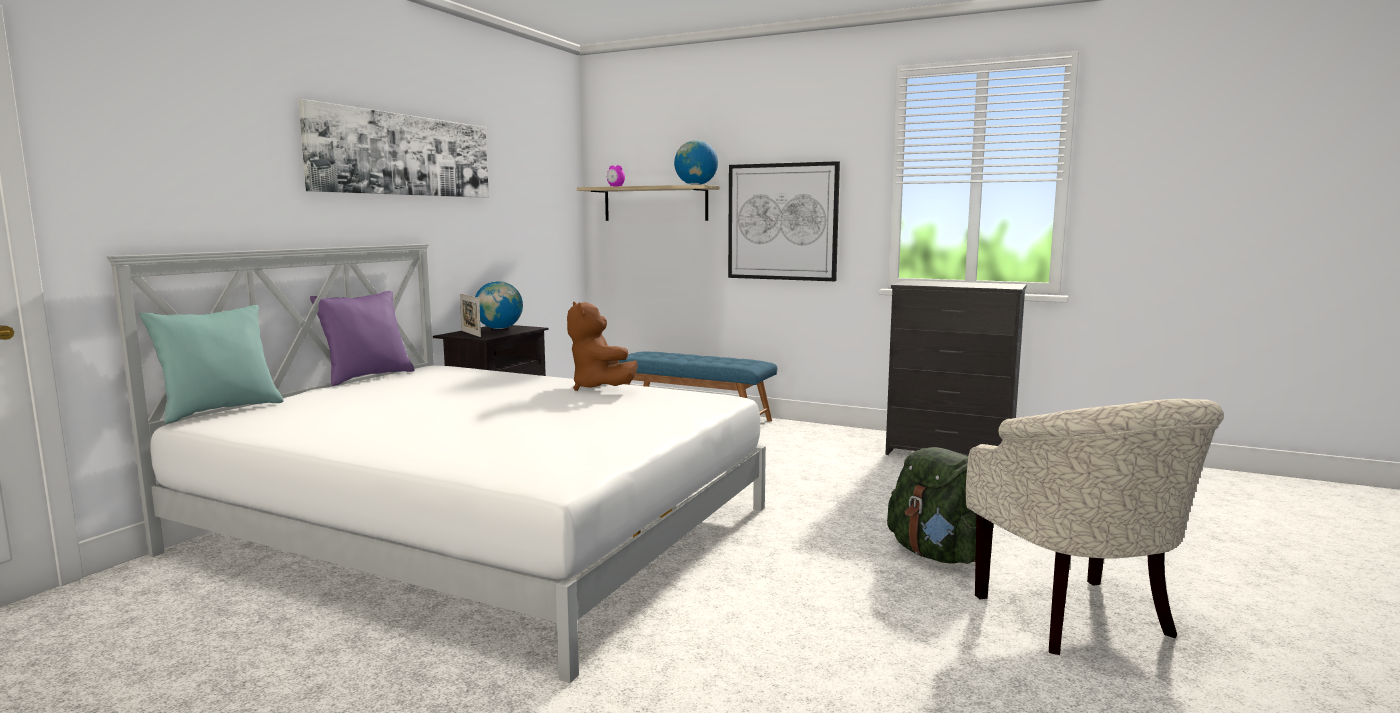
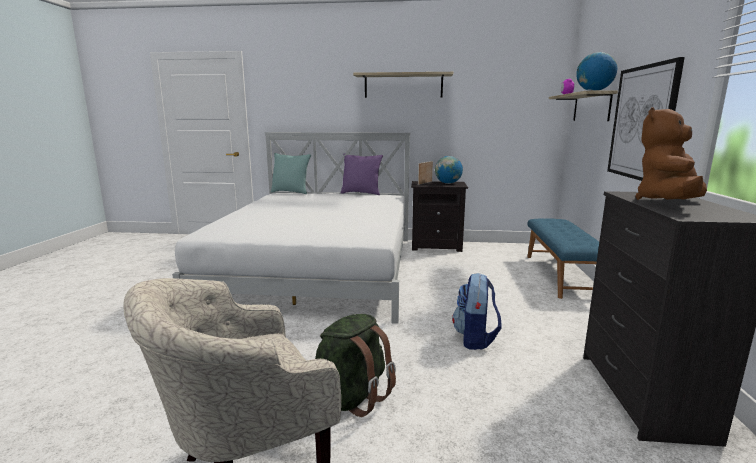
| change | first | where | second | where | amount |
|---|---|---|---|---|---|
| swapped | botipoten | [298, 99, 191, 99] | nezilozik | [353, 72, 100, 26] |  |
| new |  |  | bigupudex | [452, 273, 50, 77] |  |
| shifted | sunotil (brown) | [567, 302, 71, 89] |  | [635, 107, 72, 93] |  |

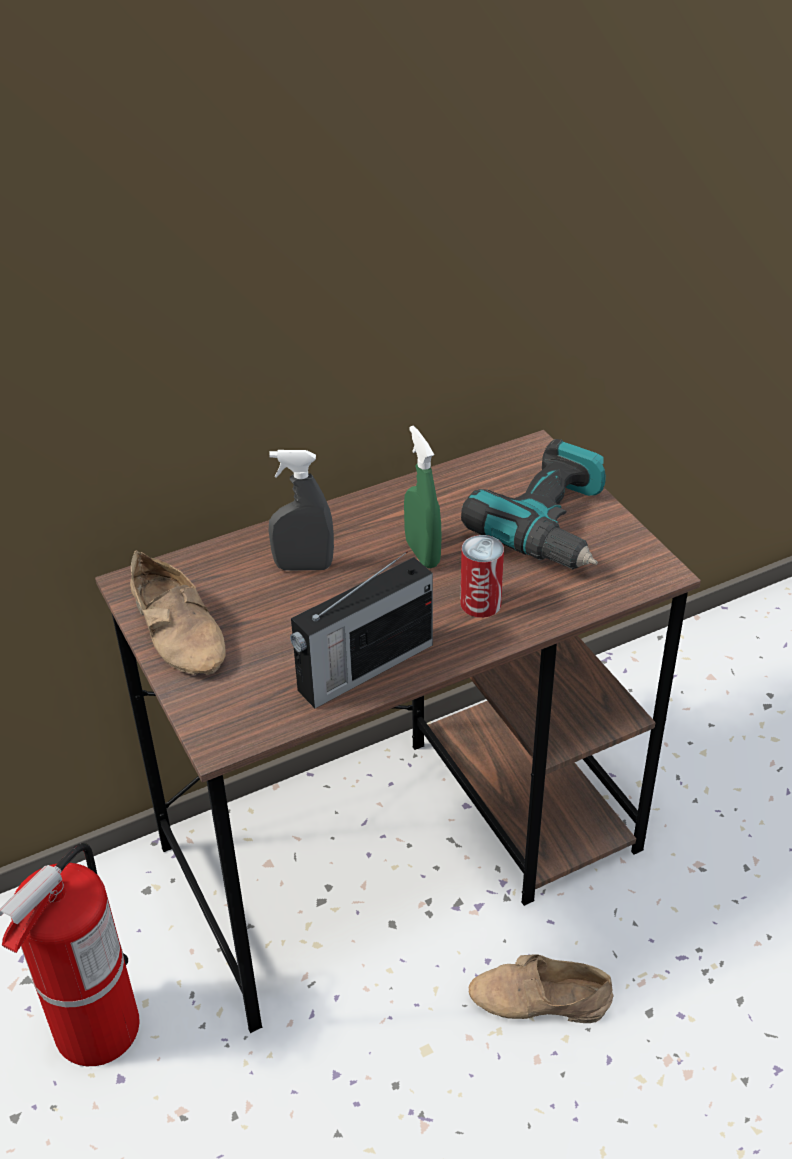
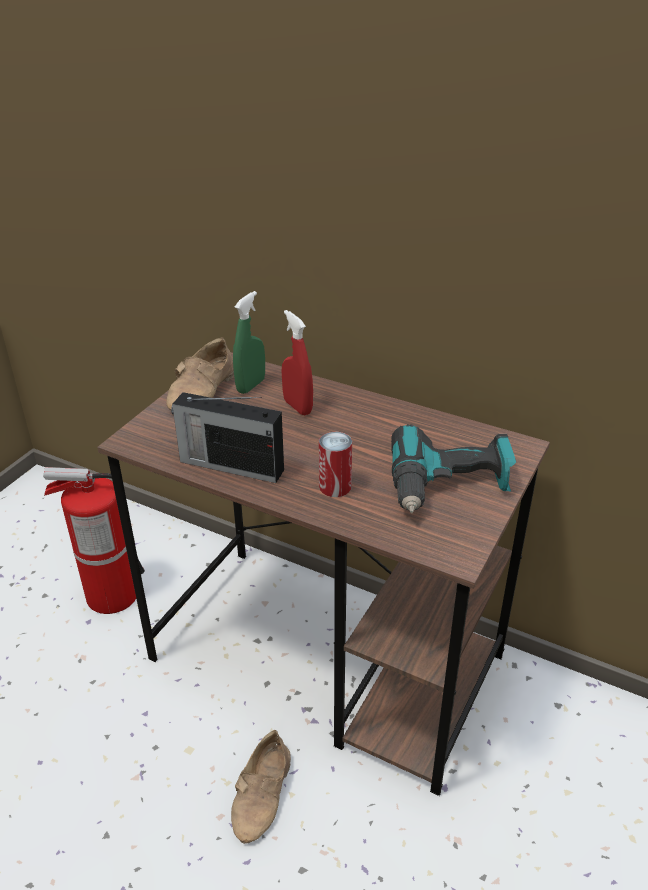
| change | first | where | second | where | amount |
|---|---|---|---|---|---|
| rotated | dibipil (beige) | [468, 954, 146, 69] |  | [231, 730, 60, 114] | 135 degrees counterclockwise |
| shifted | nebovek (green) | [404, 426, 37, 142] |  | [233, 291, 32, 103] |  |
| repainted | nebovek (grey) | [268, 450, 66, 121] | nebovek (red) | [282, 310, 31, 105] |  |

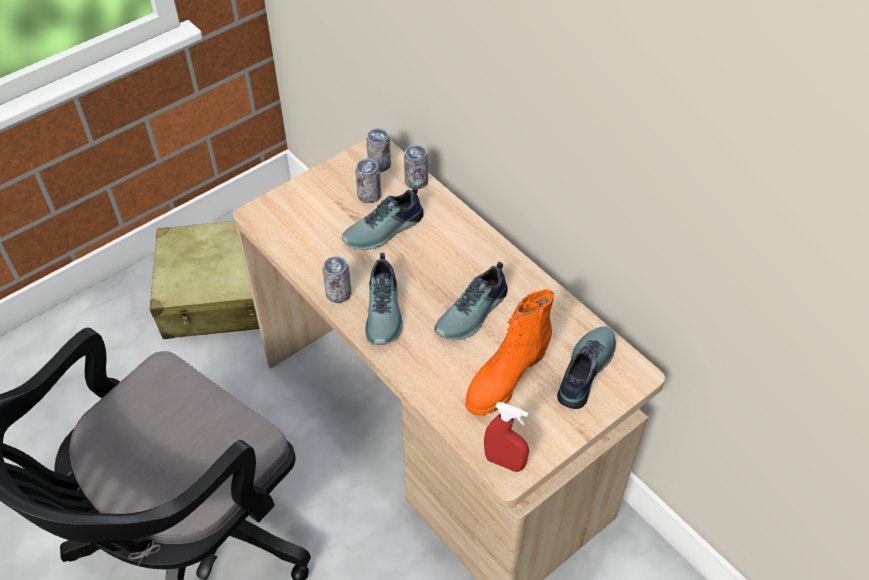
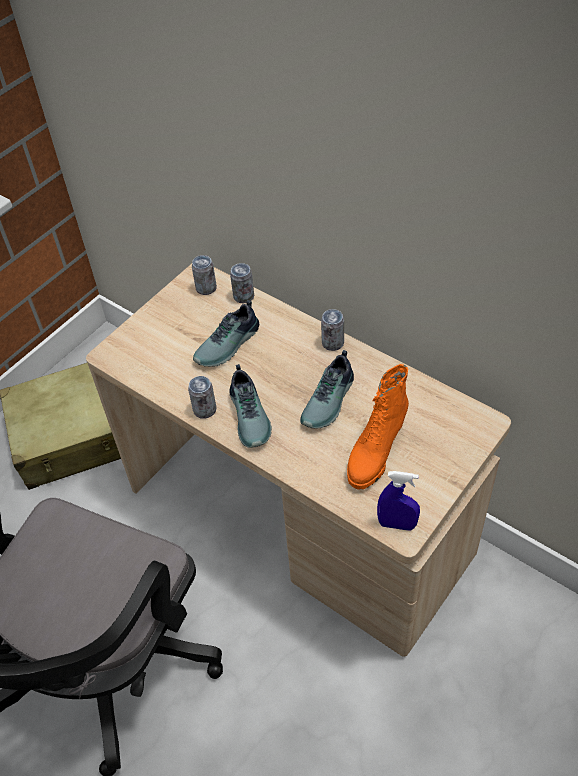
| change | first | where | second | where | amount |
|---|---|---|---|---|---|
| shifted | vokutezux | [355, 159, 26, 44] |  | [321, 309, 23, 42] |  |
| repainted | nebovek (red) | [484, 402, 45, 70] | nebovek (blue) | [377, 471, 43, 60] |  |
| gone | dibipil | [557, 326, 59, 83] |  |  |  |

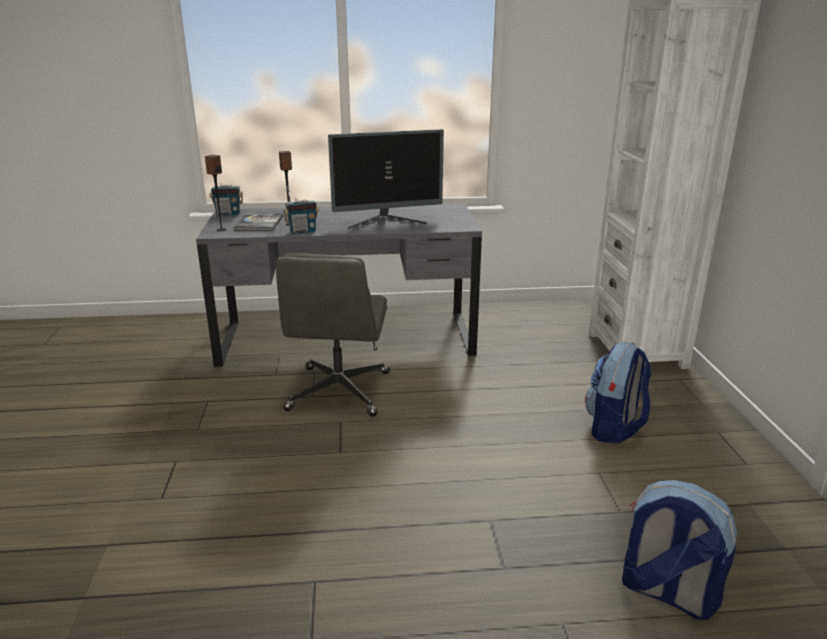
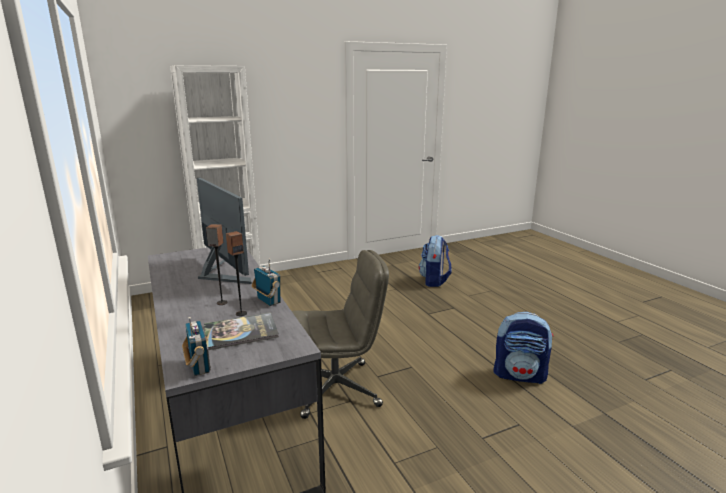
| change | first | where | second | where | amount |
|---|---|---|---|---|---|
| shifted | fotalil | [205, 155, 22, 76] |  | [206, 224, 22, 81] |  |
| shifted | bigupudex | [585, 342, 67, 102] |  | [493, 312, 61, 72] |  |

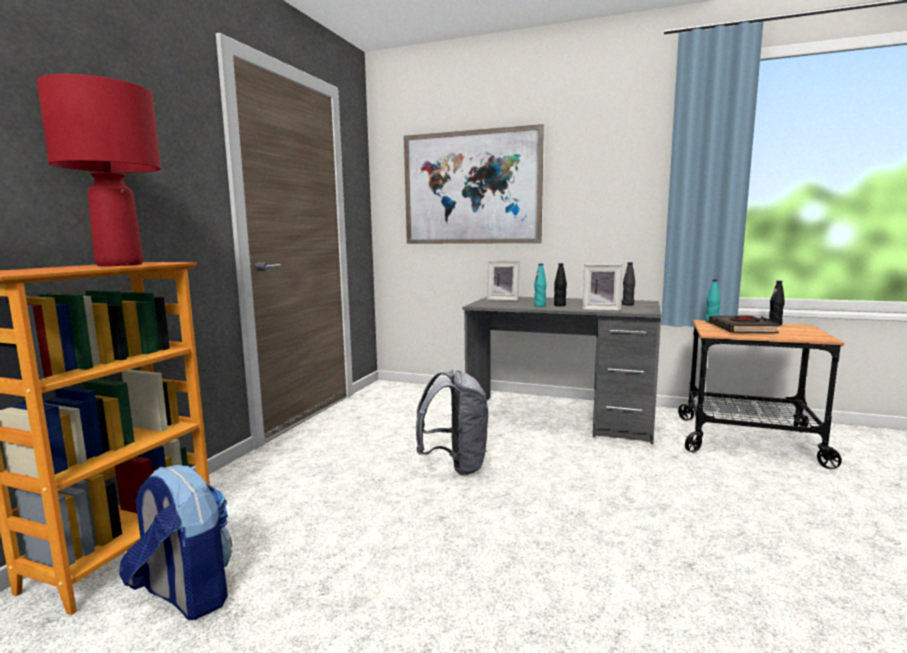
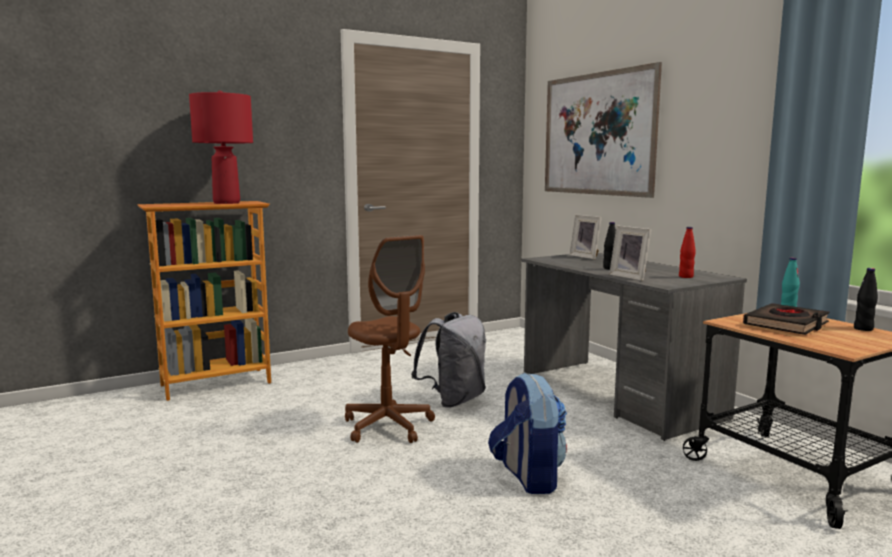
| change | first | where | second | where | amount |
|---|---|---|---|---|---|
| new |  |  | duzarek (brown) | [345, 235, 90, 208] |  |
| shifted | bigupudex | [119, 465, 113, 155] |  | [488, 372, 79, 122] |  |
| repainted | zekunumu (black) | [622, 262, 13, 43] | zekunumu (red) | [679, 227, 17, 51] |  |
| gone | zekunumu (turquoise) | [534, 263, 12, 44] |  |  |  |

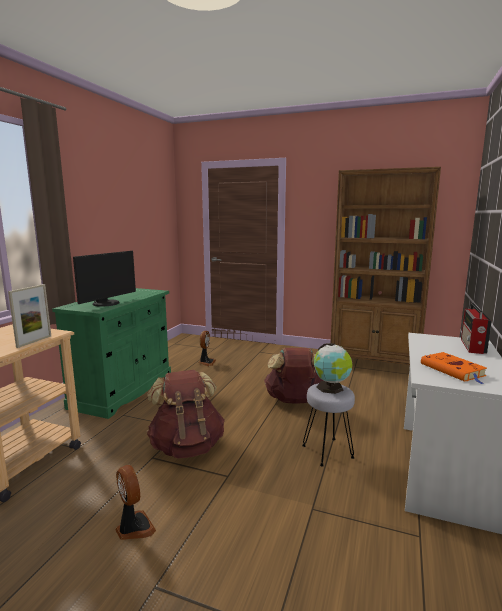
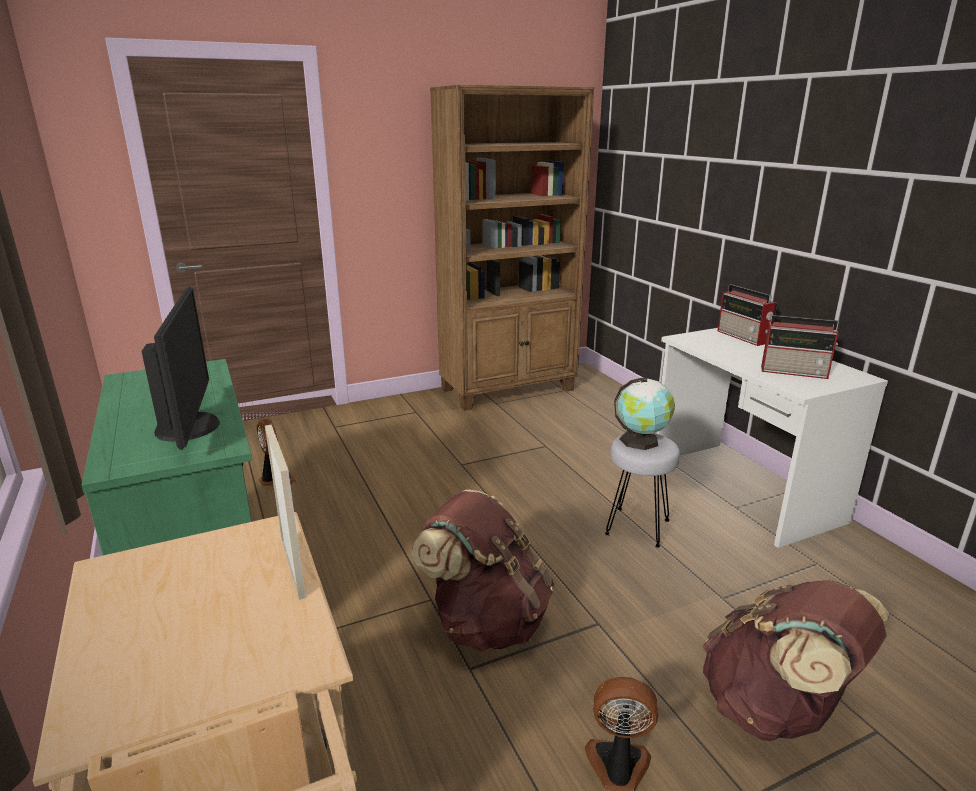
| change | first | where | second | where | amount |
|---|---|---|---|---|---|
| shifted | bigupudex (brown) | [264, 348, 59, 56] |  | [703, 580, 186, 161] |  |
| swapped | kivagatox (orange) | [421, 352, 66, 32] | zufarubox | [761, 315, 78, 64] |  |

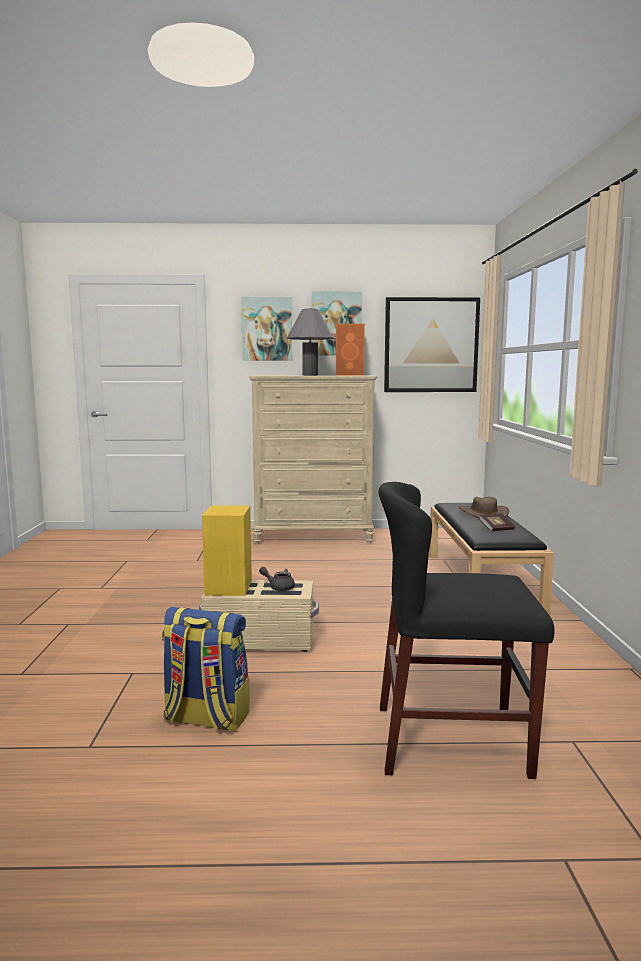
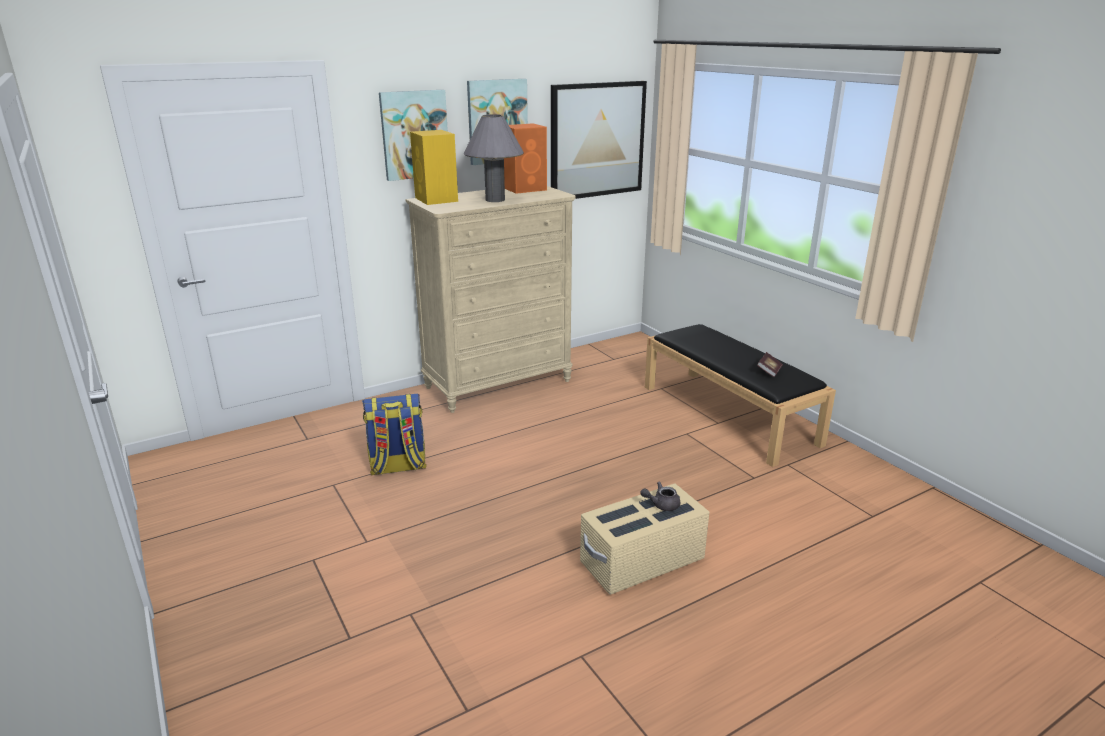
| change | first | where | second | where | amount |
|---|---|---|---|---|---|
| shifted | bigupudex | [162, 607, 87, 125] |  | [362, 394, 65, 81] |  |
| shifted | fotalil (yellow) | [202, 505, 50, 91] |  | [410, 130, 48, 75] |  |
| gone | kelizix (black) | [379, 482, 175, 297] |  |  |  |
| gone | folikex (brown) | [459, 497, 50, 21] |  |  |  |

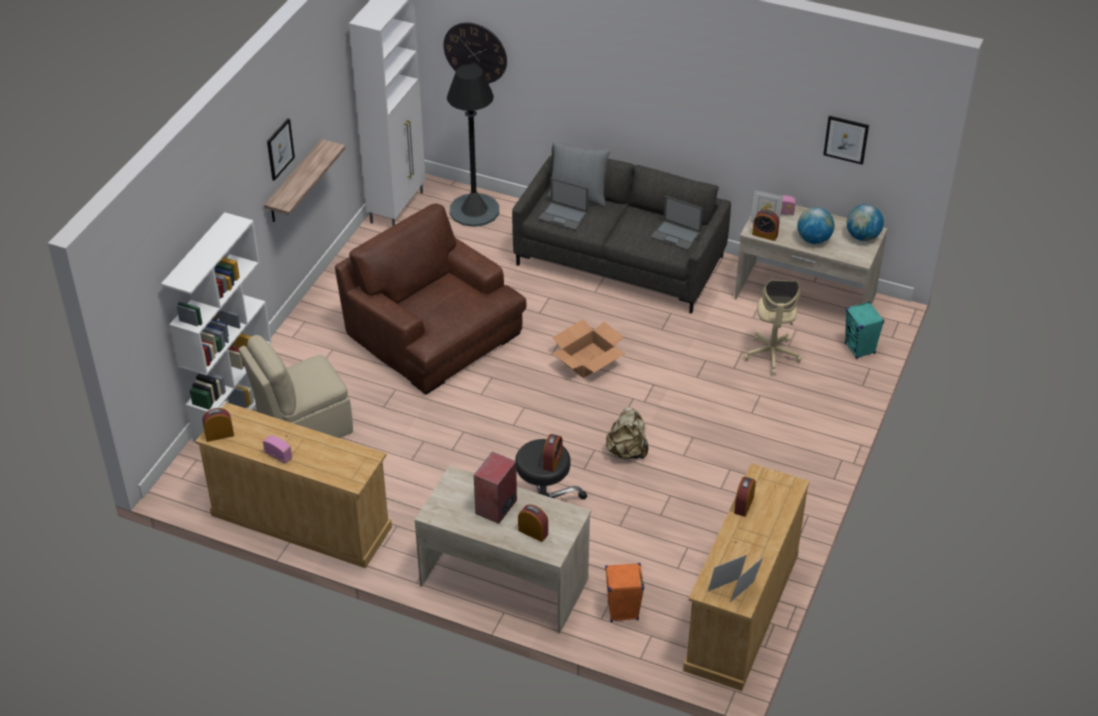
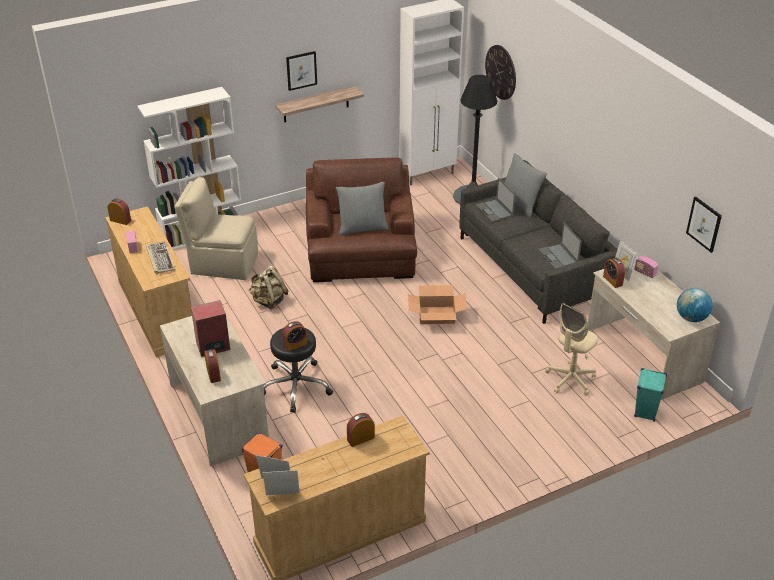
| change | first | where | second | where | amount |
|---|---|---|---|---|---|
| new |  |  | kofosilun | [146, 242, 30, 32] |  |
| shifted | bigupudex (beige) | [606, 407, 42, 52] |  | [249, 265, 39, 44] |  |
| new |  |  | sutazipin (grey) | [336, 182, 53, 54] |  |
| gone | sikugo | [797, 207, 37, 37] |  |  |  |

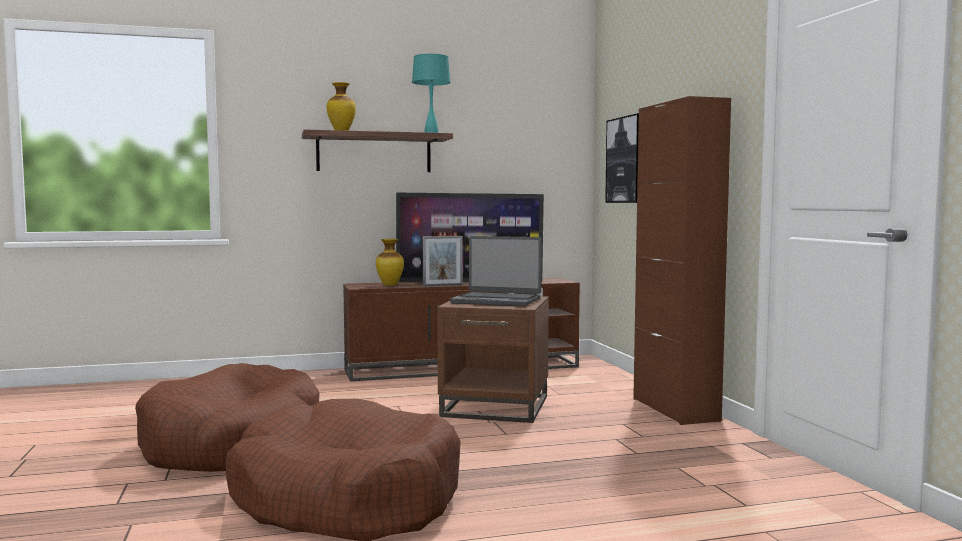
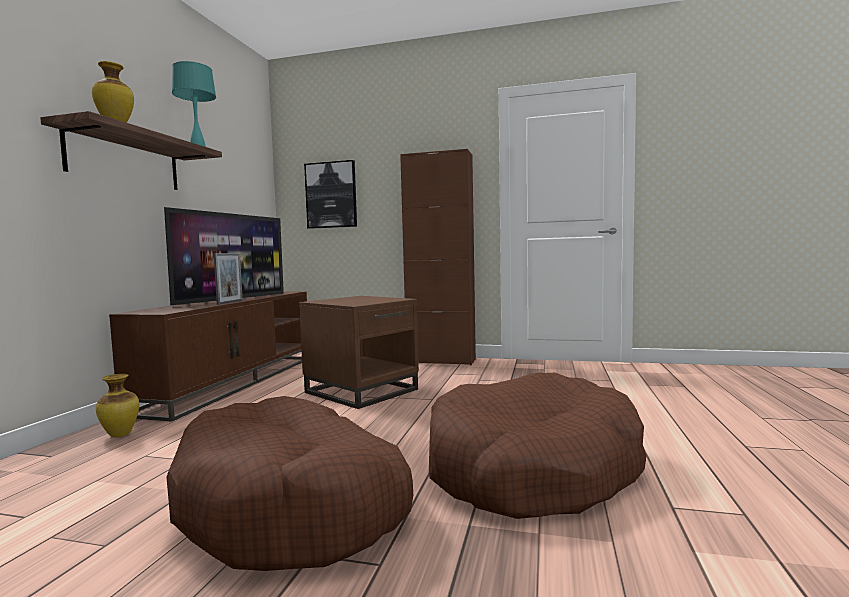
| change | first | where | second | where | amount |
|---|---|---|---|---|---|
| shifted | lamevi | [376, 239, 28, 47] |  | [96, 374, 43, 63] |  |
| gone | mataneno | [450, 236, 92, 71] |  |  |  |

